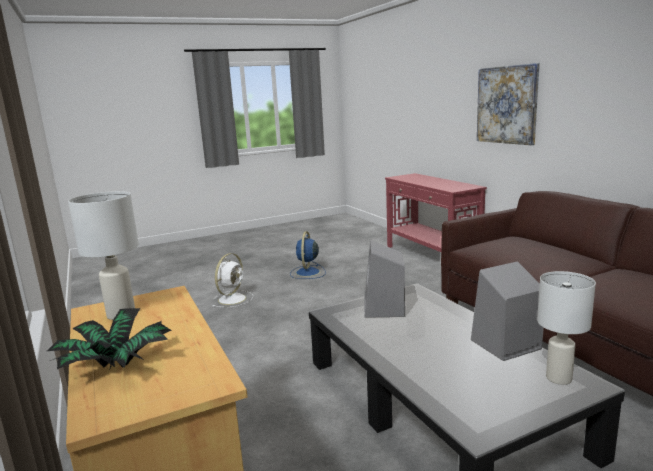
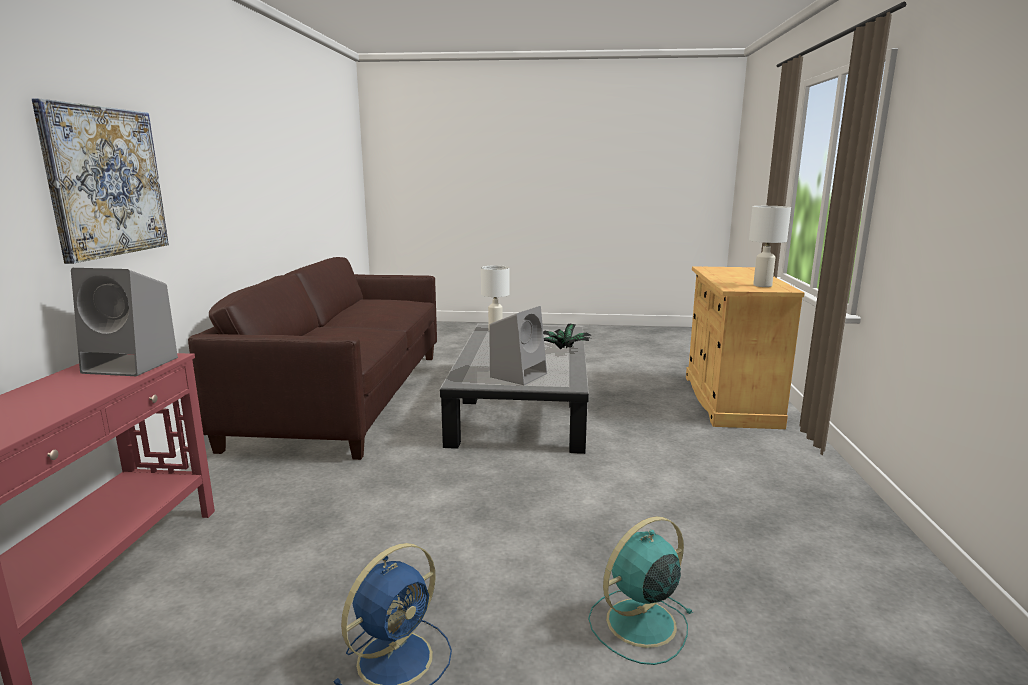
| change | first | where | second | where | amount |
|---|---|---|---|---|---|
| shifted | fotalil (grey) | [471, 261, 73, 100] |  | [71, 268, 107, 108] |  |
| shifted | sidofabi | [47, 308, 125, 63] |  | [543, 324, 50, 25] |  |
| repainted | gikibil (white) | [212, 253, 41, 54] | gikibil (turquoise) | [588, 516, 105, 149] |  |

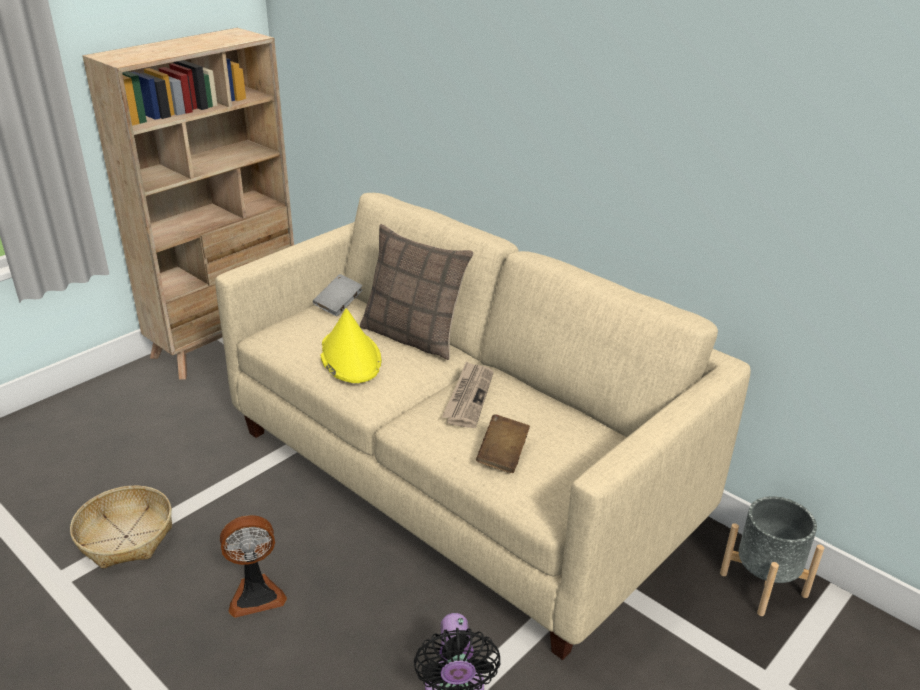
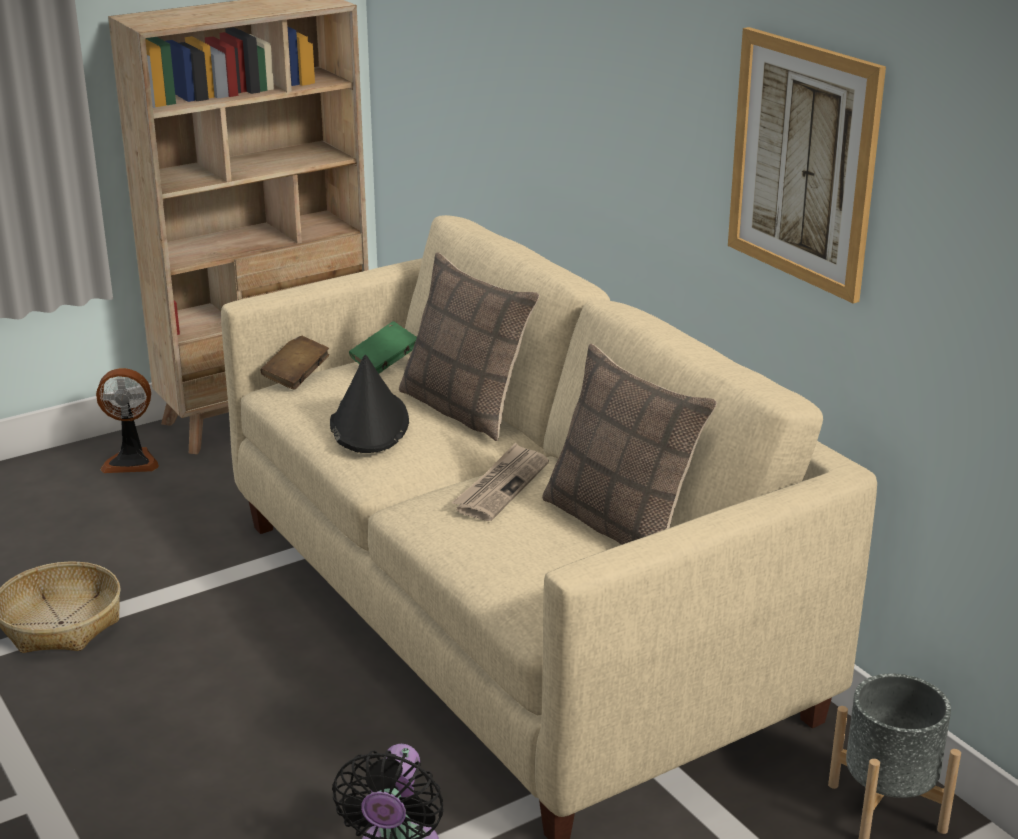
| change | first | where | second | where | amount |
|---|---|---|---|---|---|
| shifted | gikibil | [220, 515, 67, 103] |  | [96, 368, 63, 105] |  |
| shifted | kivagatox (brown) | [476, 414, 54, 59] |  | [261, 335, 68, 55] |  |
| repainted | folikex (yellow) | [320, 309, 61, 74] | folikex (black) | [330, 355, 79, 98] |  |
| repainted | kivagatox (grey) | [313, 274, 50, 42] | kivagatox (green) | [349, 321, 68, 53] |  |
| new |  |  | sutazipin | [542, 344, 175, 201] |  |
| new |  |  | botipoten | [728, 27, 158, 277] |  |

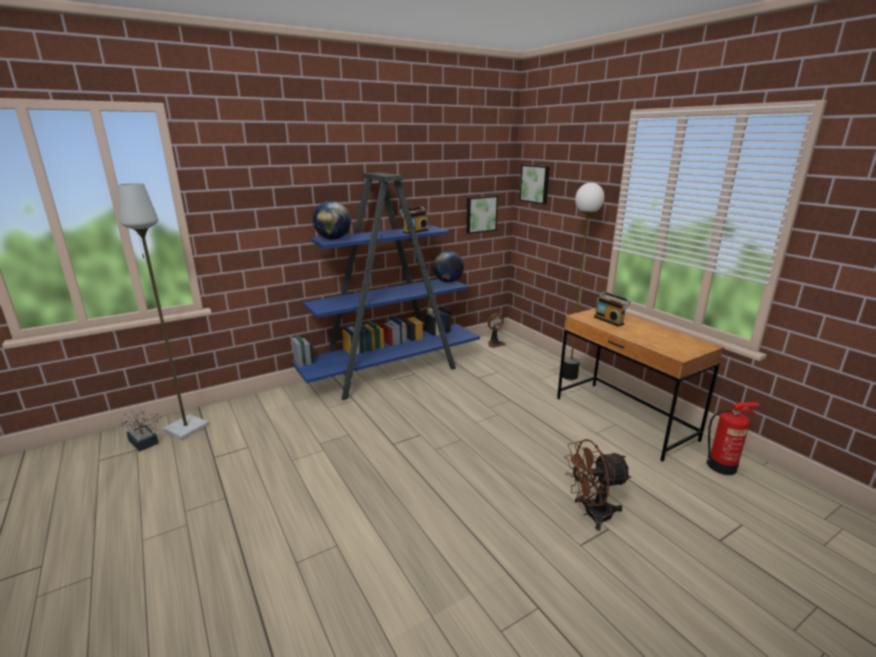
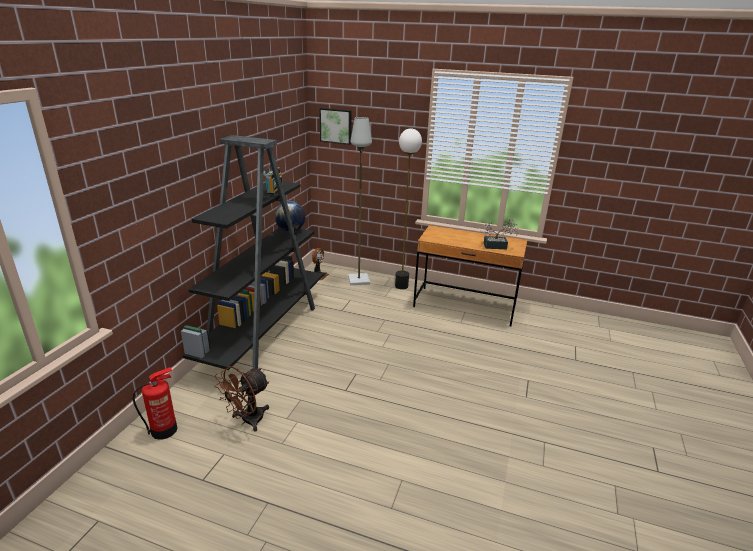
| change | first | where | second | where | amount |
|---|---|---|---|---|---|
| shifted | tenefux | [706, 402, 55, 73] |  | [132, 367, 45, 73] |  |
| repainted | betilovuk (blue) | [291, 172, 189, 228] | betilovuk (black) | [181, 135, 143, 235] |  |
| shifted | gikibil (brown) | [564, 439, 67, 92] |  | [214, 366, 55, 66] |  |
| shifted | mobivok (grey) | [118, 183, 91, 257] |  | [348, 117, 24, 168] |  |
| shifted | sidofabi | [118, 410, 44, 42] |  | [480, 218, 39, 31] |  |
| gone | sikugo | [313, 201, 38, 39] |  |  |  |
| gone | botipoten | [467, 195, 31, 39] |  |  |  |
| gone | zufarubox | [594, 291, 37, 36] |  |  |  |

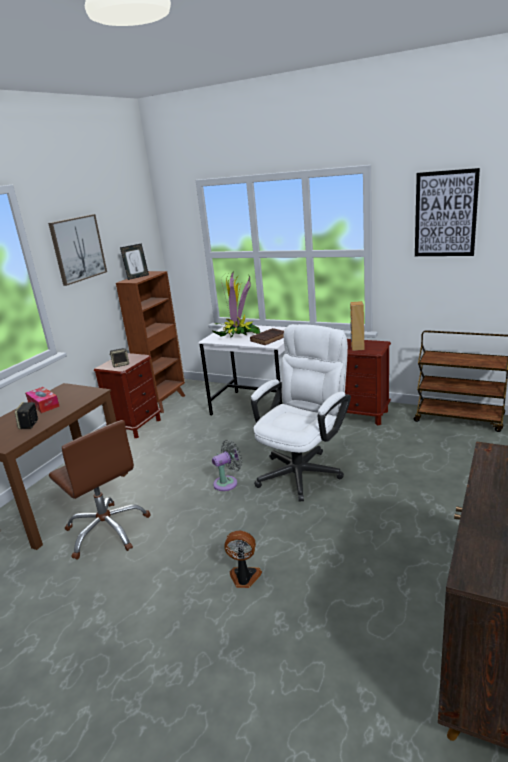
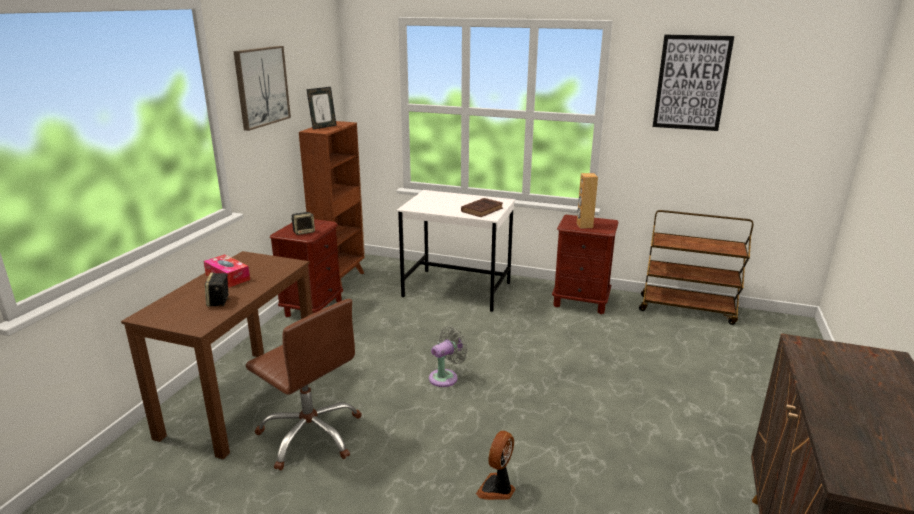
| change | first | where | second | where | amount |
|---|---|---|---|---|---|
| rotated | gikibil | [224, 531, 38, 57] |  | [476, 431, 39, 69] | 60 degrees counterclockwise |
| gone | sidofabi | [212, 271, 48, 67] |  |  |  |
| gone | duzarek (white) | [251, 324, 100, 178] |  |  |  |

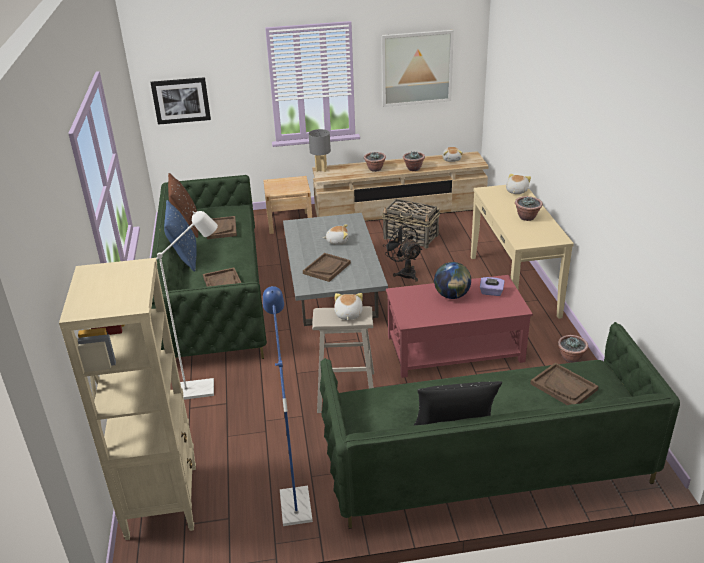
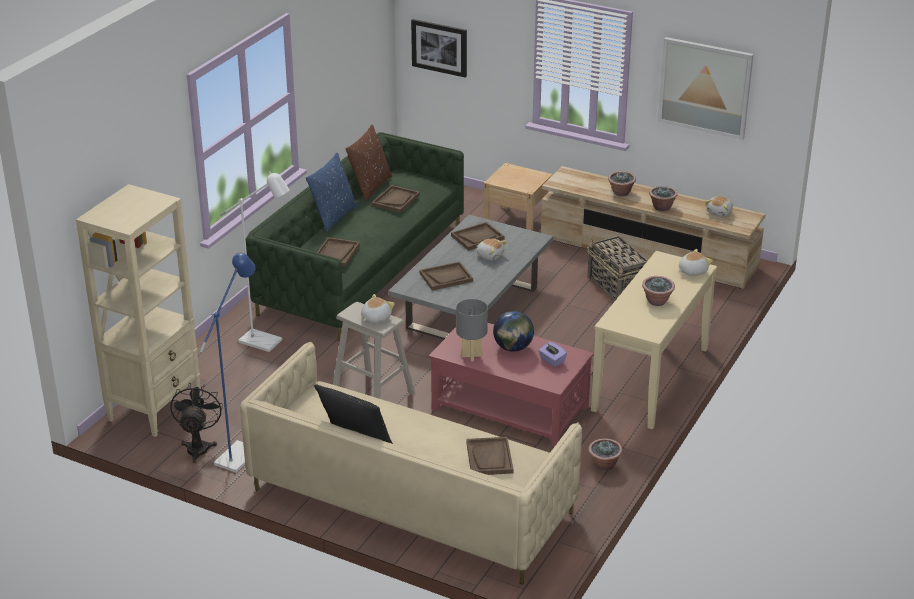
| change | first | where | second | where | amount |
|---|---|---|---|---|---|
| shifted | gikibil (black) | [384, 224, 38, 58] |  | [170, 383, 53, 80] |  |
| repainted | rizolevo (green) | [320, 322, 360, 207] | rizolevo (beige) | [240, 342, 342, 243] |  |
| new |  |  | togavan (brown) | [451, 222, 53, 29] |  |
| shifted | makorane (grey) | [308, 129, 23, 43] |  | [456, 299, 32, 63] |  |

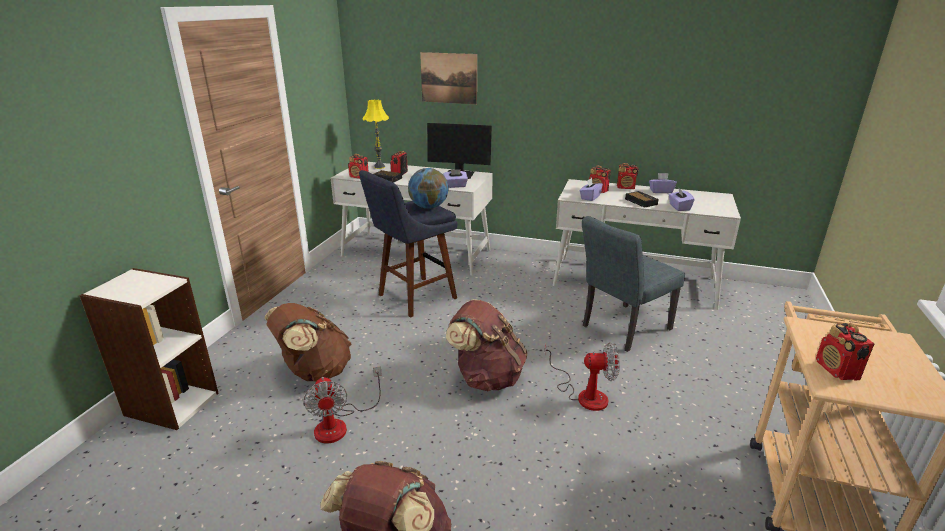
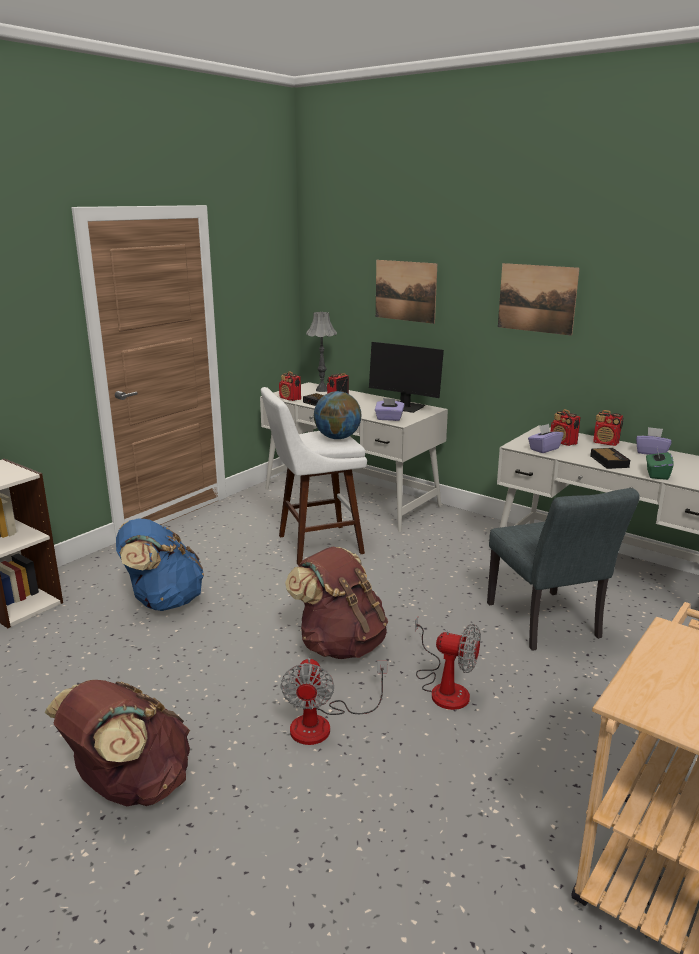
| change | first | where | second | where | amount |
|---|---|---|---|---|---|
| repainted | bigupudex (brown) | [265, 303, 86, 79] | bigupudex (blue) | [116, 519, 88, 92] |  |
| repainted | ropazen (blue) | [359, 170, 99, 148] | ropazen (white) | [261, 387, 106, 178] |  |
| shifted | gikibil | [303, 366, 79, 77] |  | [280, 658, 107, 87] |  |
| repainted | makorane (yellow) | [362, 100, 27, 69] | makorane (grey) | [306, 312, 31, 80] |  |
| rotated | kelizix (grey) | [582, 216, 103, 136] |  | [487, 488, 153, 162] | 90 degrees counterclockwise |
| new |  |  | botipoten | [498, 263, 82, 73] |  |
| repainted | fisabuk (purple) | [669, 187, 26, 24] | fisabuk (green) | [646, 448, 28, 32] |  |
| gone | zufarubox | [816, 323, 58, 57] |  |  |  |

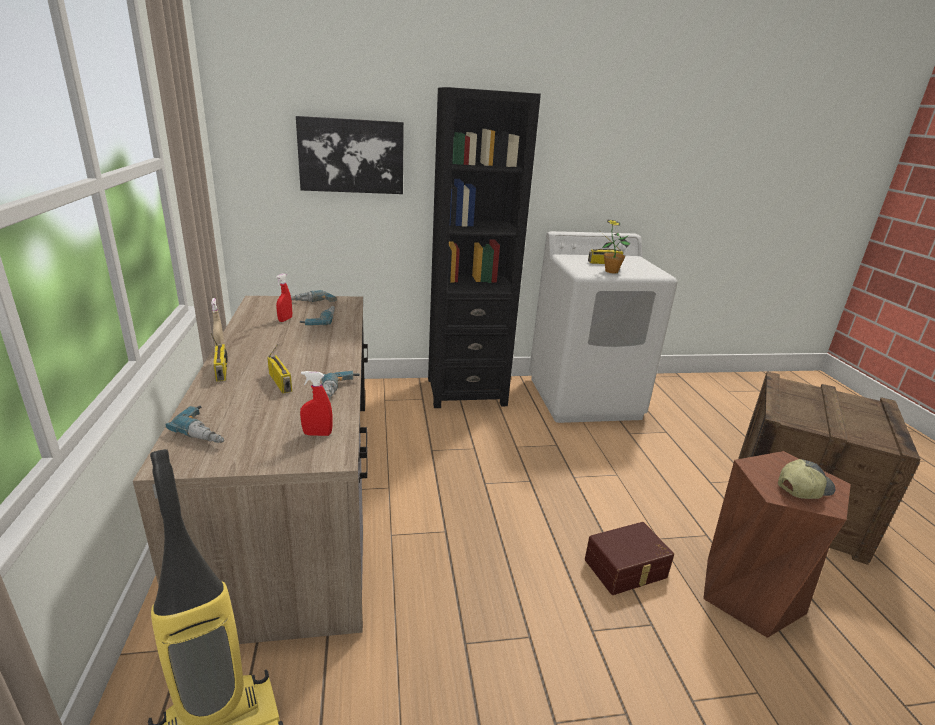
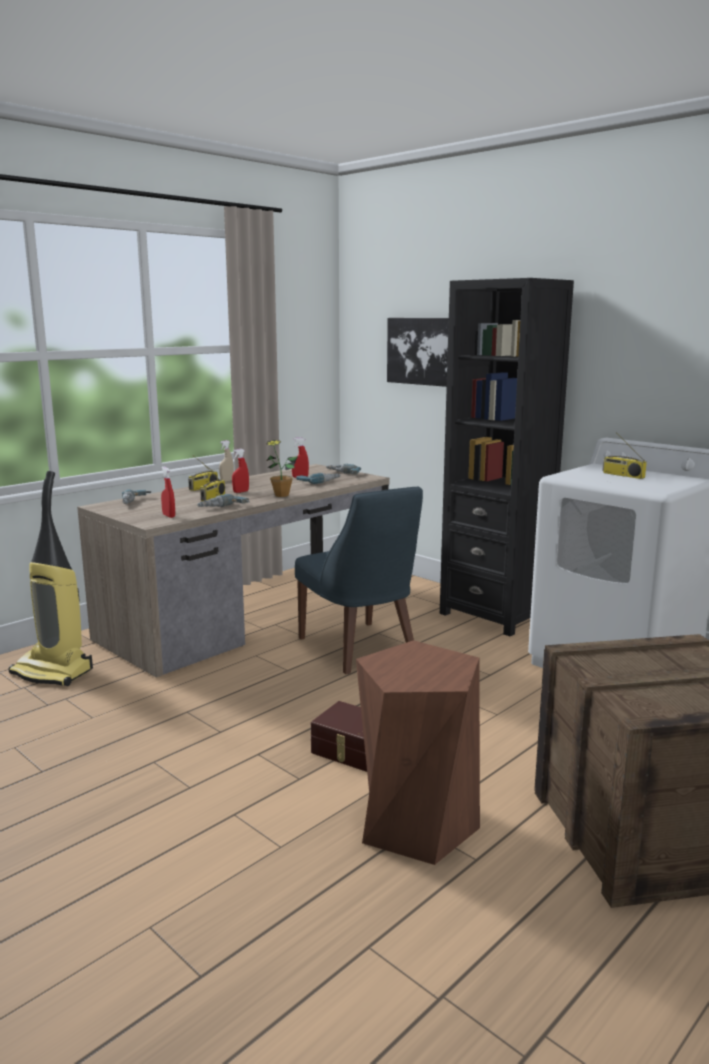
| change | first | where | second | where | amount |
|---|---|---|---|---|---|
| new |  |  | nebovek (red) | [232, 449, 17, 44] |  |
| shifted | sidofabi | [602, 220, 28, 54] |  | [266, 440, 32, 57] |  |
| new |  |  | kelizix (blue) | [295, 487, 128, 187] |  |
| gone | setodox | [778, 459, 57, 40] |  |  |  |

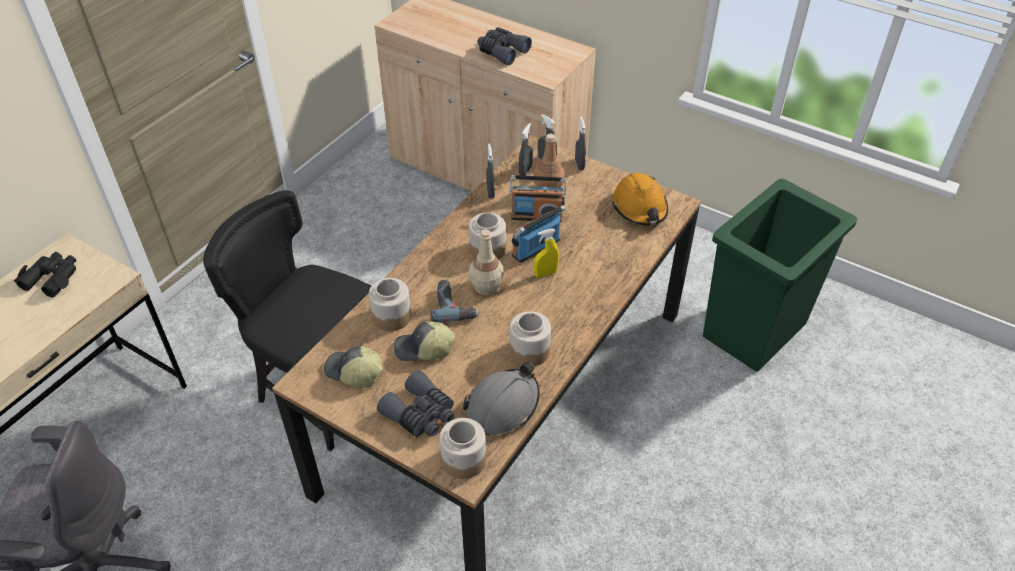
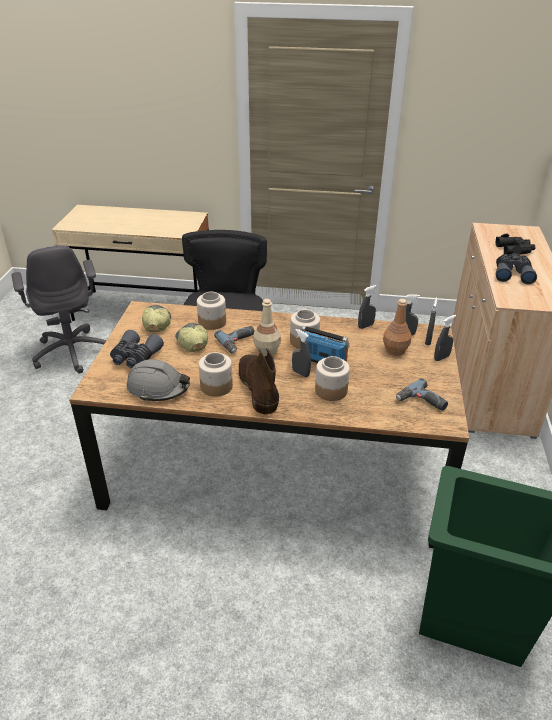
| change | first | where | second | where | amount |
|---|---|---|---|---|---|
| new |  |  | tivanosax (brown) | [238, 349, 41, 66] |  |
| repainted | nebovek (yellow) | [534, 228, 25, 50] | nebovek (grey) | [292, 329, 19, 48] |  |
| shifted | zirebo | [439, 418, 47, 61] |  | [315, 356, 35, 45] |  |
| swapped | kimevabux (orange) | [612, 173, 56, 52] | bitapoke | [396, 378, 52, 33] |  |
| shifted | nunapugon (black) | [14, 252, 63, 45] |  | [496, 234, 39, 21] |  |
| gone | zufarubox | [509, 175, 57, 47] |  |  |  |

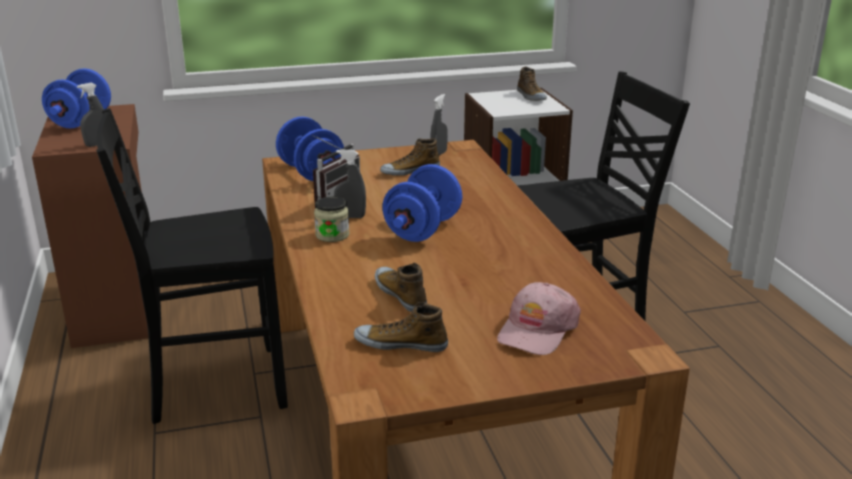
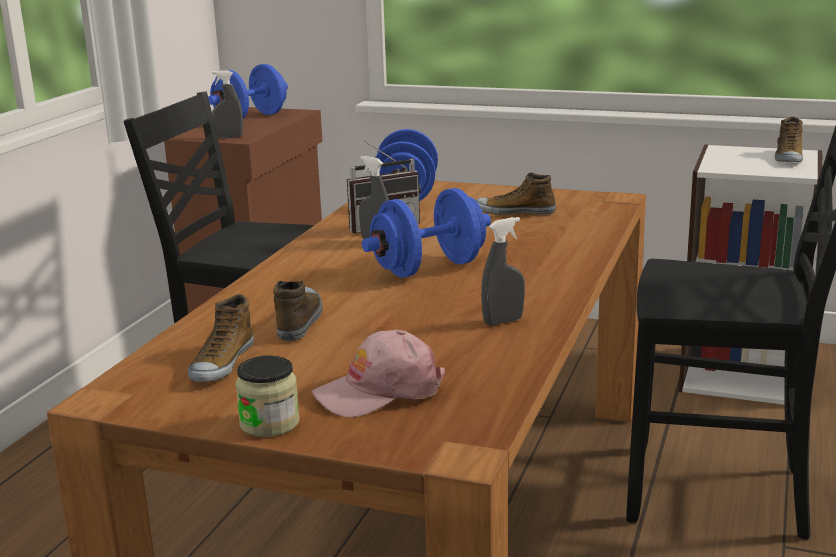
| change | first | where | second | where | amount |
|---|---|---|---|---|---|
| rotated | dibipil | [354, 302, 94, 50] |  | [188, 294, 66, 88] | 120 degrees counterclockwise |
| shifted | zirebo | [314, 197, 36, 45] |  | [236, 356, 63, 81] |  |
| shifted | nebovek (grey) | [430, 94, 18, 62] |  | [481, 217, 44, 109] |  |

